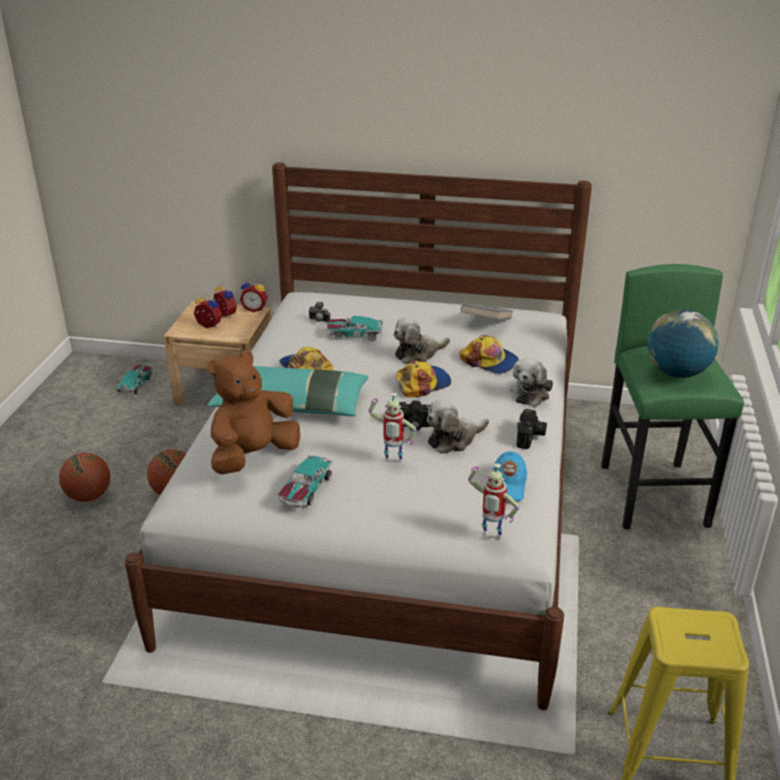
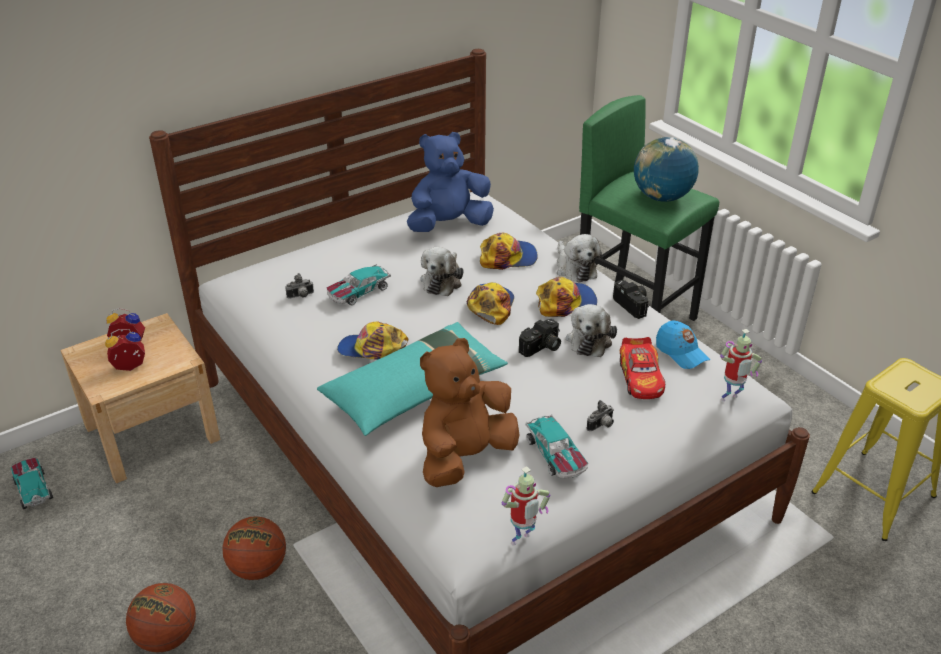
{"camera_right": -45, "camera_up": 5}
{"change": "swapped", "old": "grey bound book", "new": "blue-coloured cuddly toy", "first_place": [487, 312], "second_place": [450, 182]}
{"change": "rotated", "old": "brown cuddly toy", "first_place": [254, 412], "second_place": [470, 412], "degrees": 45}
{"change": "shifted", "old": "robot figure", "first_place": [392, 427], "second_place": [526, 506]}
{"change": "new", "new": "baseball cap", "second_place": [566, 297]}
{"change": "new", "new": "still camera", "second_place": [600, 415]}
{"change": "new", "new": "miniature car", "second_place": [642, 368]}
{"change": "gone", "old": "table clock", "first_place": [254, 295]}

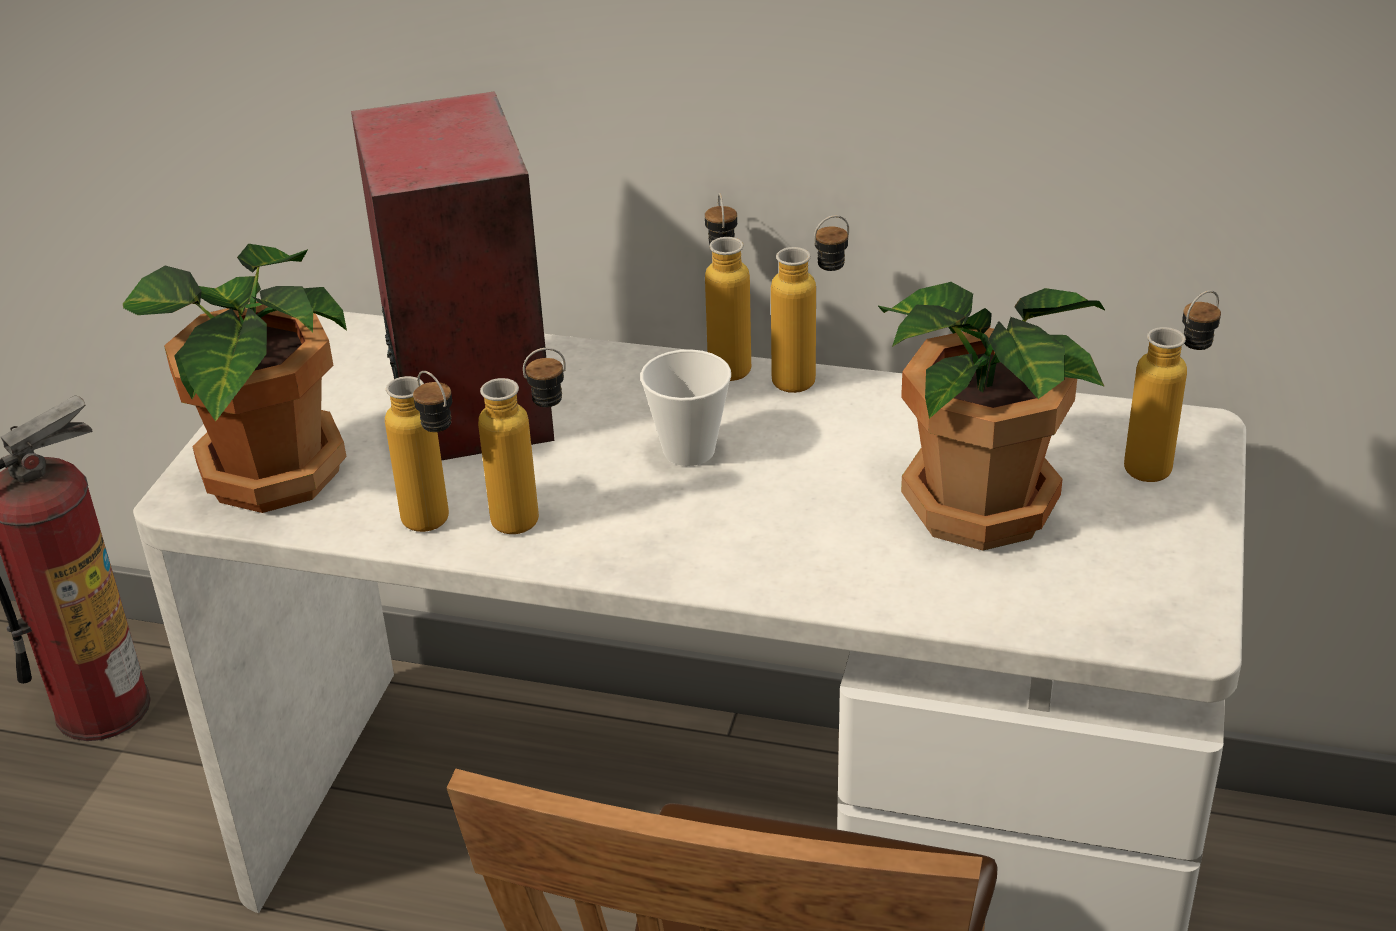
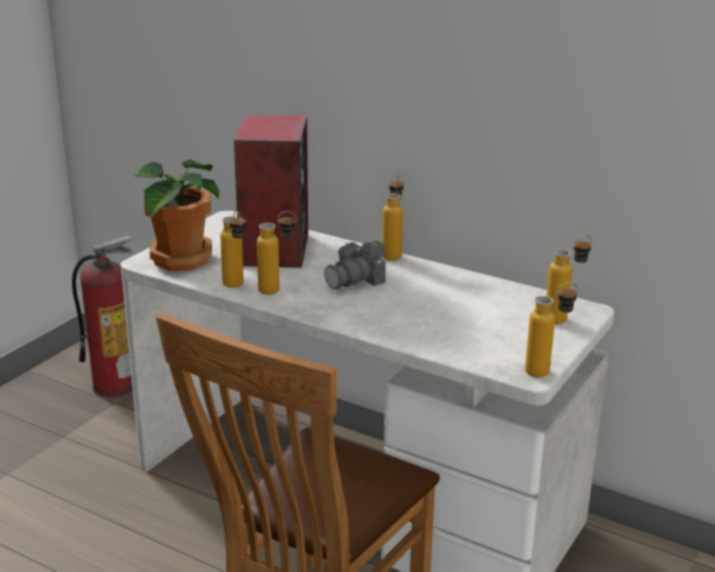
{"camera_right": 15, "camera_up": -10}
{"change": "swapped", "old": "cup", "new": "still camera", "first_place": [685, 407], "second_place": [355, 265]}
{"change": "shifted", "old": "drink bottle", "first_place": [810, 304], "second_place": [551, 329]}
{"change": "gone", "old": "houseplant", "first_place": [991, 416]}

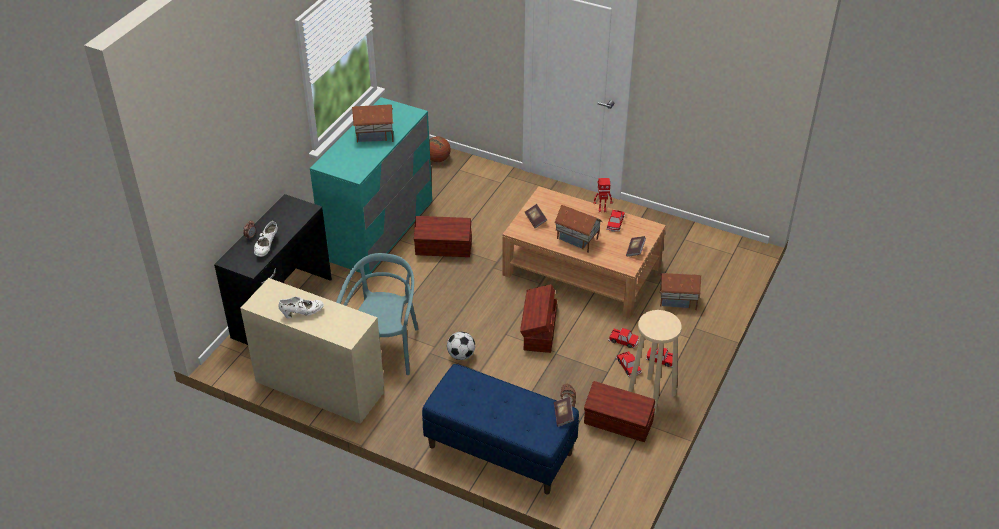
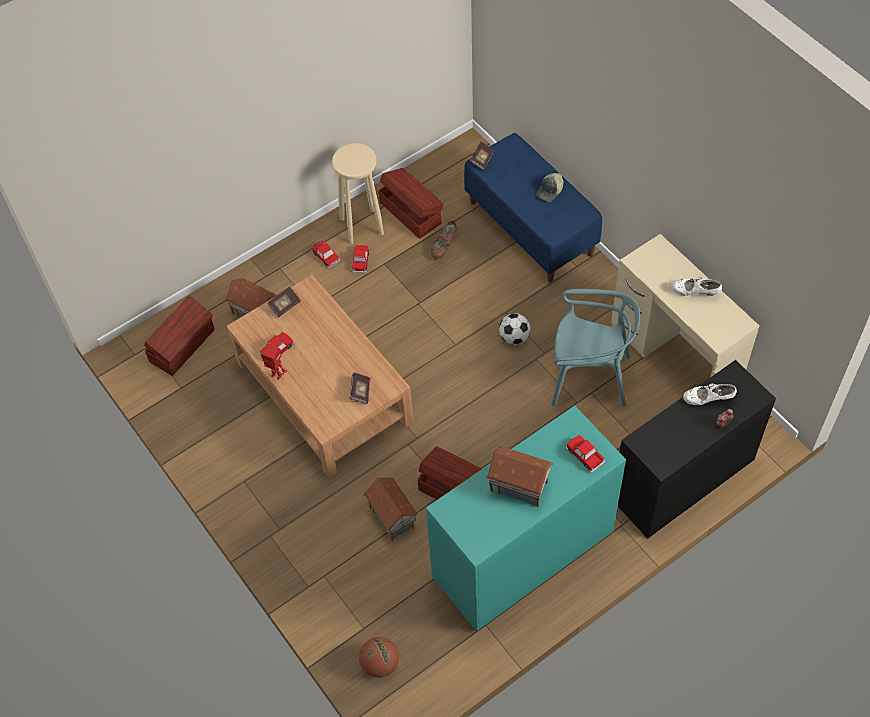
{"camera_right": -150, "camera_up": 15}
{"change": "shifted", "old": "brown storage container", "first_place": [538, 318], "second_place": [179, 335]}
{"change": "shifted", "old": "miniature house", "first_place": [578, 229], "second_place": [390, 509]}
{"change": "new", "new": "baseball cap", "second_place": [550, 187]}
{"change": "rotated", "old": "turquoise-coloured plain chair", "first_place": [377, 314], "second_place": [595, 348], "degrees": -120}
{"change": "shifted", "old": "miniature car", "first_place": [623, 338], "second_place": [585, 454]}
{"change": "rotated", "old": "white-coloured low shoe", "first_place": [266, 239], "second_place": [710, 394], "degrees": -135}

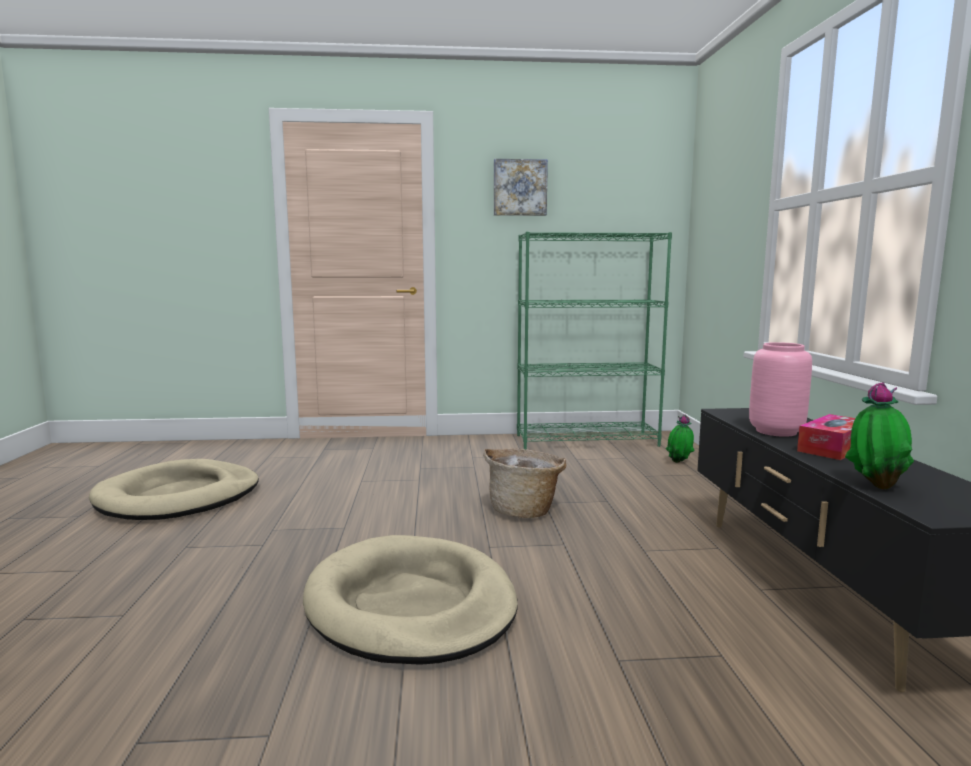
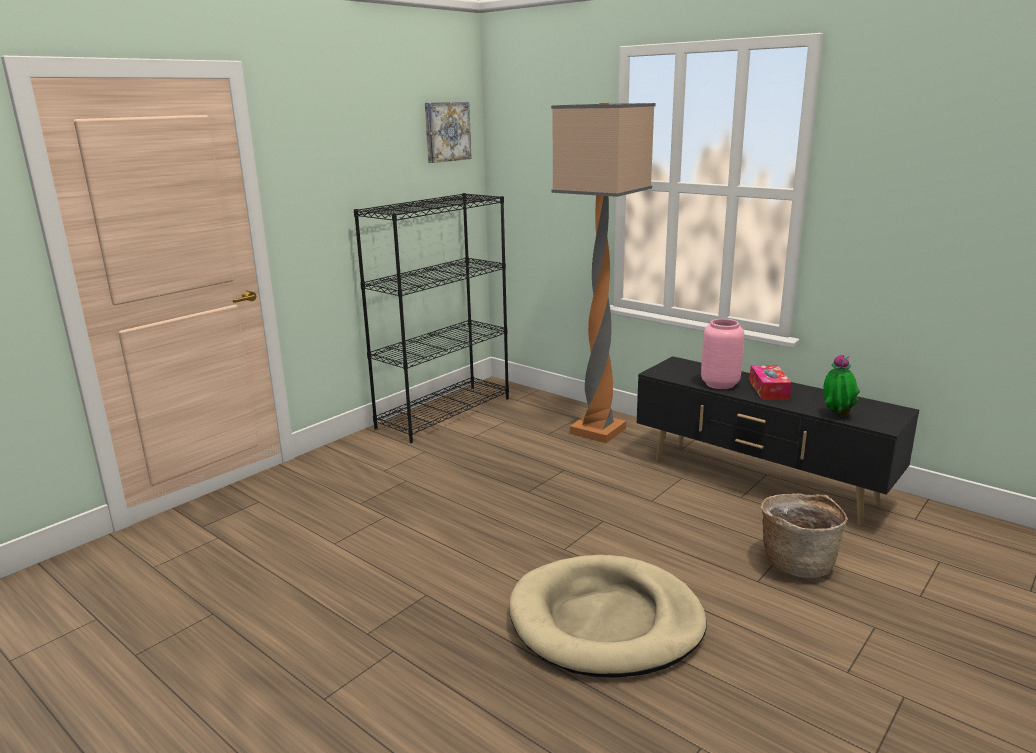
{"camera_right": -45, "camera_up": 10}
{"change": "repainted", "old": "green shelving unit", "new": "black-coloured shelving unit", "first_place": [594, 340], "second_place": [431, 318]}
{"change": "shifted", "old": "wall picture", "first_place": [521, 187], "second_place": [448, 132]}
{"change": "new", "new": "standing lamp", "second_place": [603, 273]}
{"change": "shifted", "old": "storage basket", "first_place": [524, 483], "second_place": [804, 535]}
{"change": "gone", "old": "sand-coloured pet bed", "first_place": [174, 489]}
{"change": "gone", "old": "houseplant", "first_place": [680, 438]}

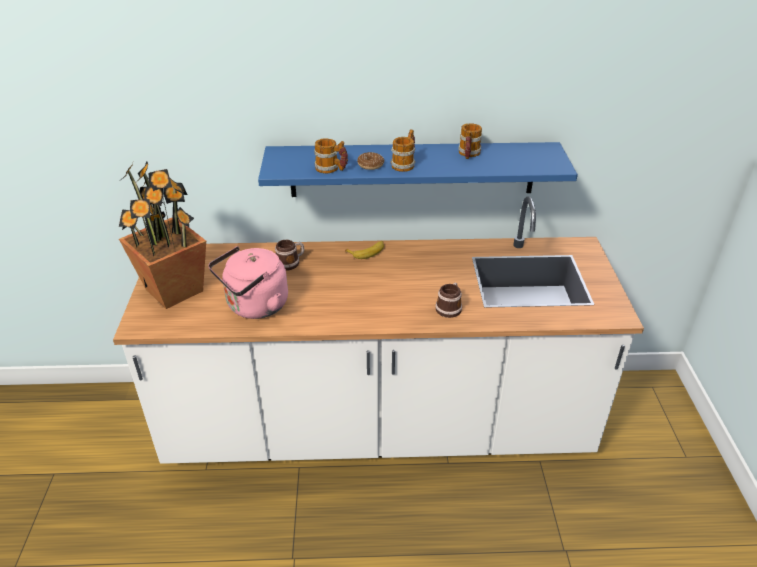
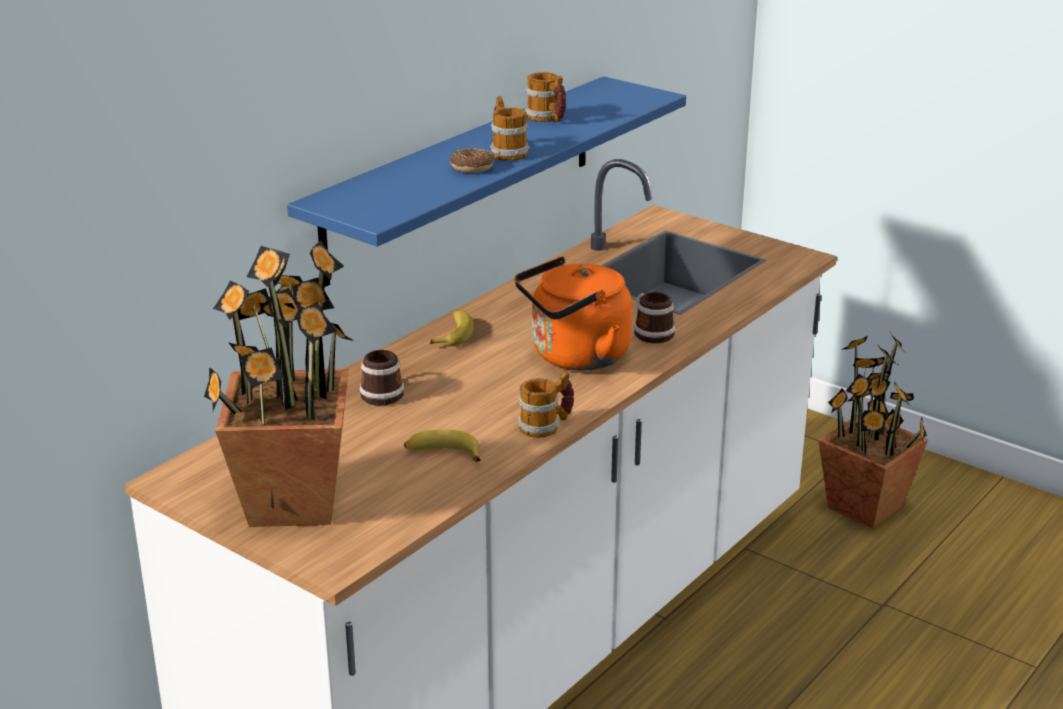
{"camera_right": -50, "camera_up": -10}
{"change": "swapped", "old": "pink-coloured kettle", "new": "whole banana", "first_place": [248, 282], "second_place": [442, 445]}
{"change": "new", "new": "orange kettle", "second_place": [573, 313]}
{"change": "shifted", "old": "mug", "first_place": [331, 156], "second_place": [546, 404]}
{"change": "new", "new": "houseplant", "second_place": [873, 430]}

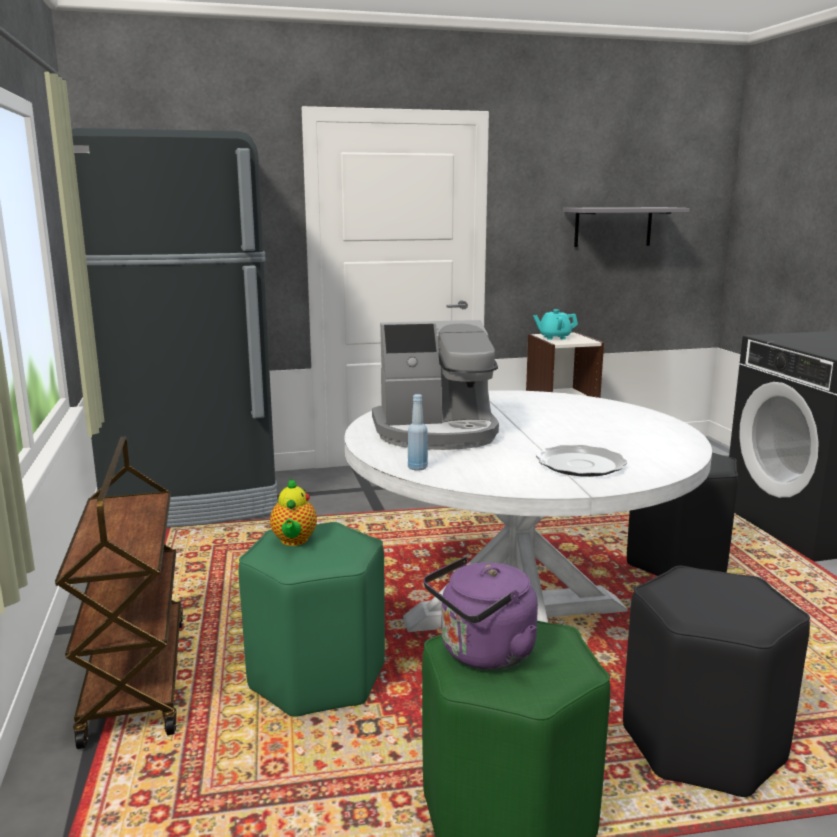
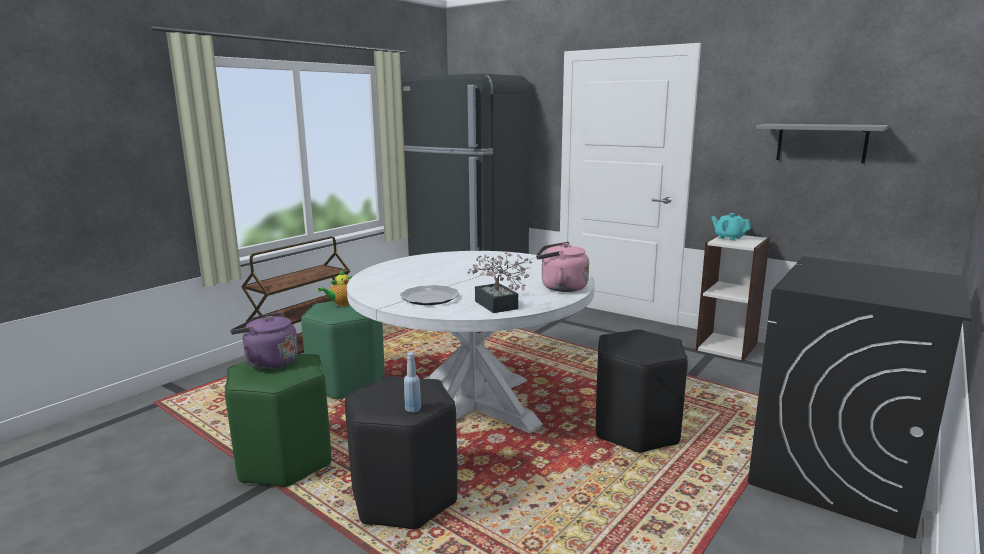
{"camera_right": 50, "camera_up": 0}
{"change": "shifted", "old": "blue-coloured drink bottle", "first_place": [418, 432], "second_place": [412, 382]}
{"change": "new", "new": "houseplant", "second_place": [499, 282]}
{"change": "new", "new": "pink-coloured kettle", "second_place": [562, 267]}
{"change": "gone", "old": "coffee maker", "first_place": [435, 385]}

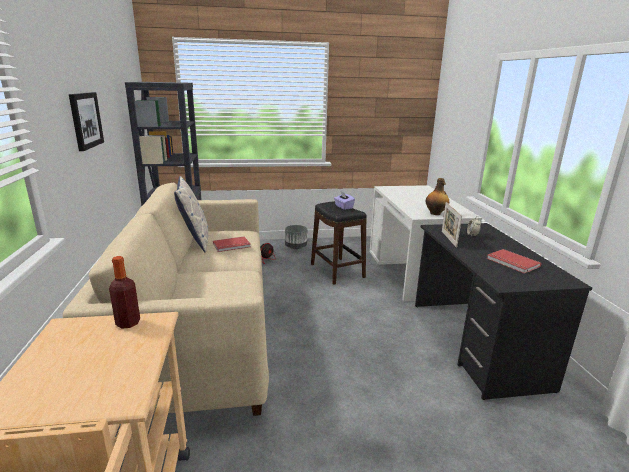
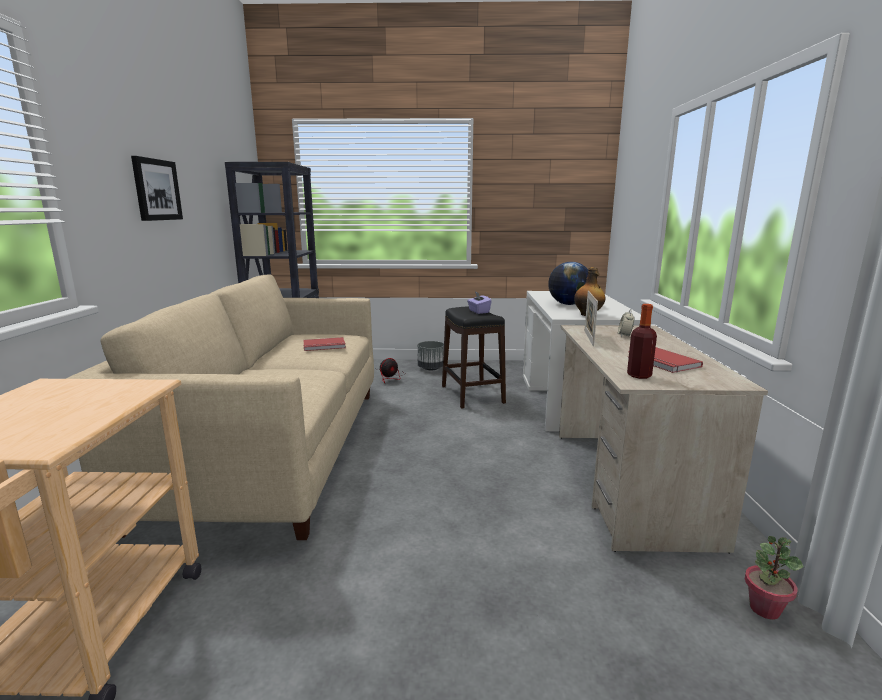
{"camera_right": 10, "camera_up": -5}
{"change": "new", "new": "globe", "second_place": [568, 283]}
{"change": "repainted", "old": "black-coloured desk", "new": "sand-coloured desk", "first_place": [503, 311], "second_place": [663, 439]}
{"change": "shifted", "old": "drink bottle", "first_place": [124, 292], "second_place": [642, 341]}
{"change": "new", "new": "houseplant", "second_place": [774, 578]}
{"change": "gone", "old": "throw pillow", "first_place": [191, 214]}

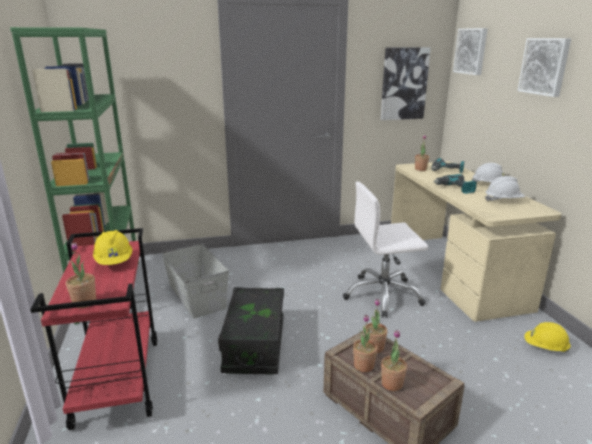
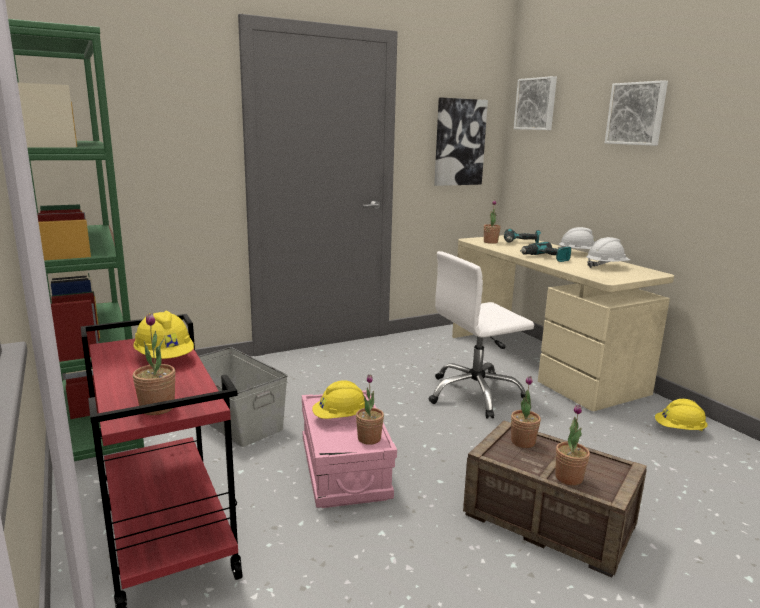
{"camera_right": -15, "camera_up": -5}
{"change": "repainted", "old": "black-coloured storage container", "new": "pink-coloured storage container", "first_place": [251, 331], "second_place": [349, 449]}
{"change": "new", "new": "yellow safety helmet", "second_place": [338, 399]}
{"change": "shifted", "old": "houseplant", "first_place": [365, 343], "second_place": [370, 409]}

